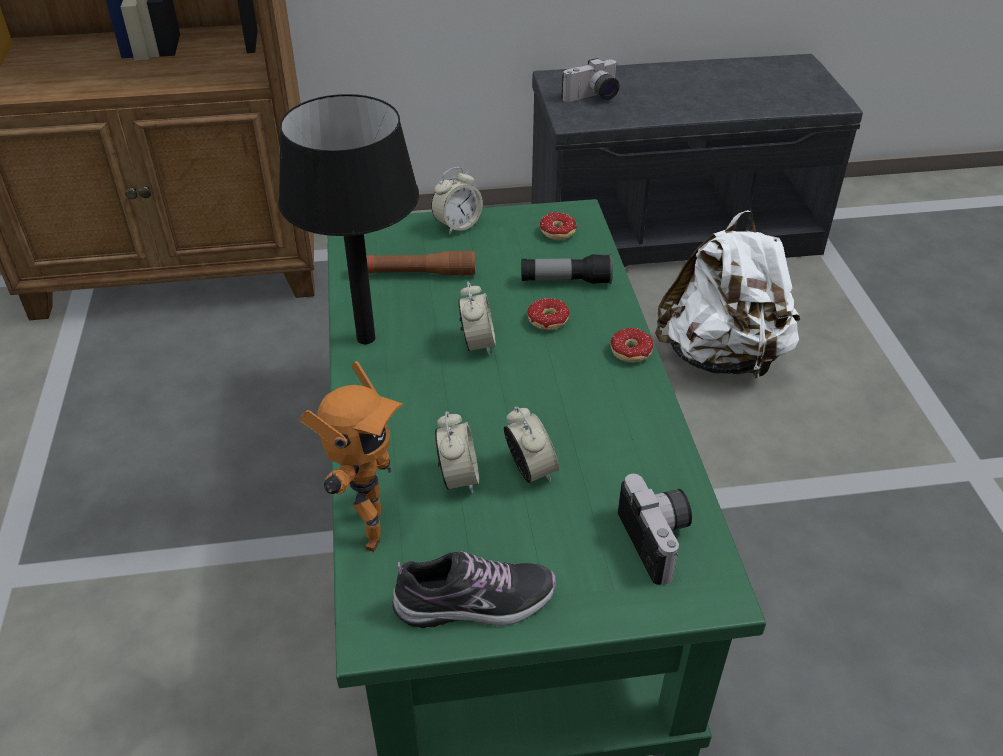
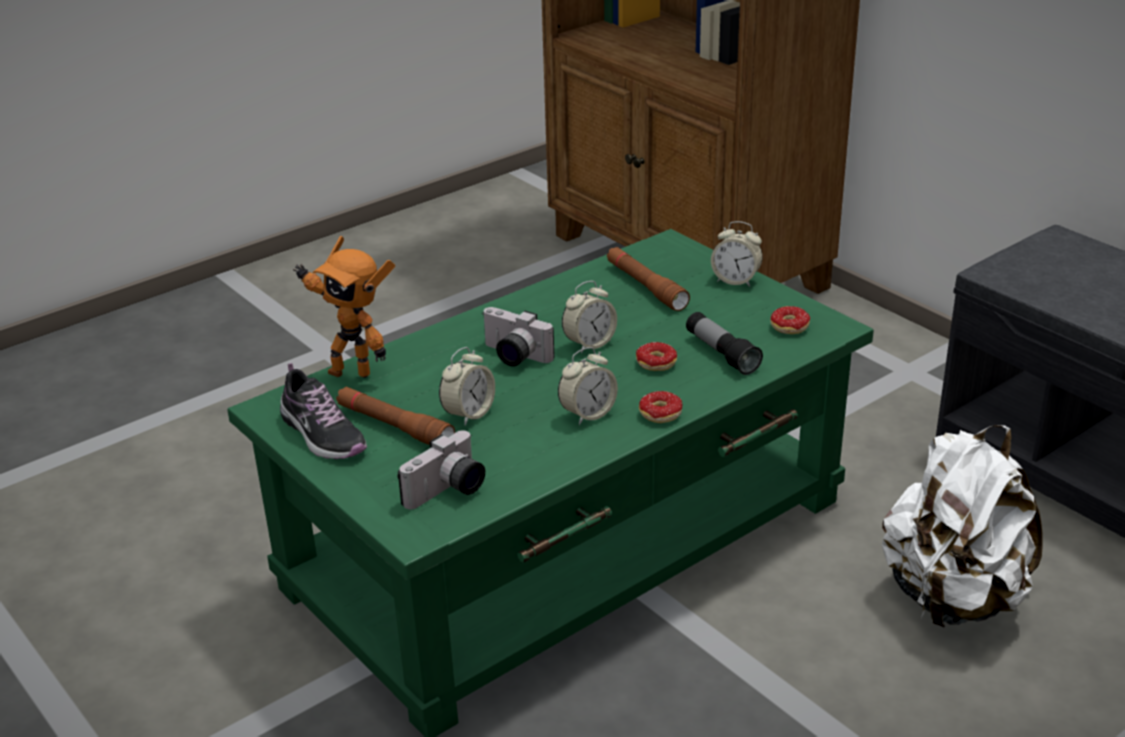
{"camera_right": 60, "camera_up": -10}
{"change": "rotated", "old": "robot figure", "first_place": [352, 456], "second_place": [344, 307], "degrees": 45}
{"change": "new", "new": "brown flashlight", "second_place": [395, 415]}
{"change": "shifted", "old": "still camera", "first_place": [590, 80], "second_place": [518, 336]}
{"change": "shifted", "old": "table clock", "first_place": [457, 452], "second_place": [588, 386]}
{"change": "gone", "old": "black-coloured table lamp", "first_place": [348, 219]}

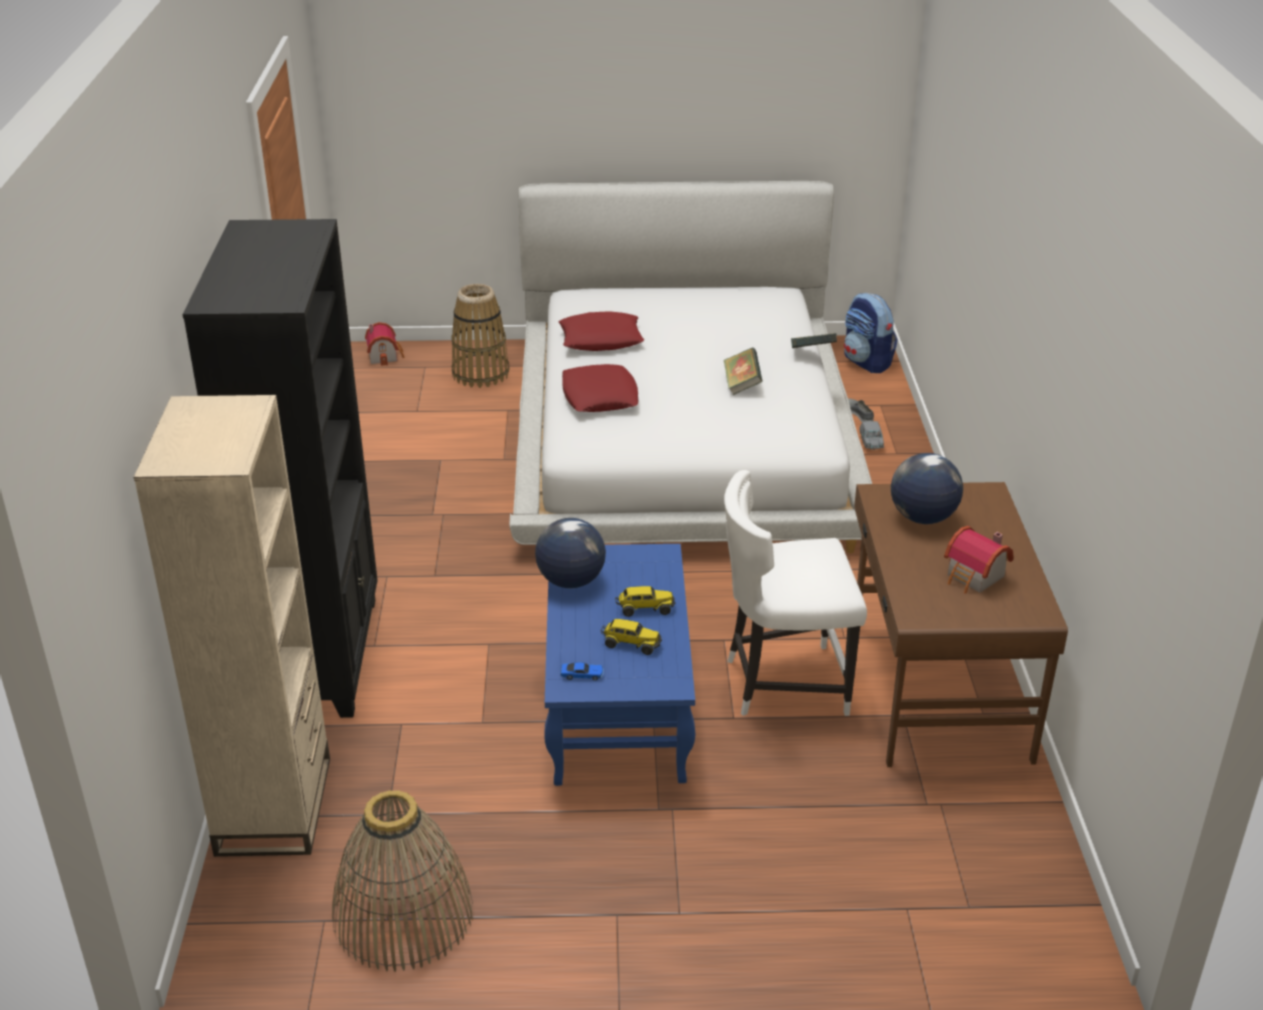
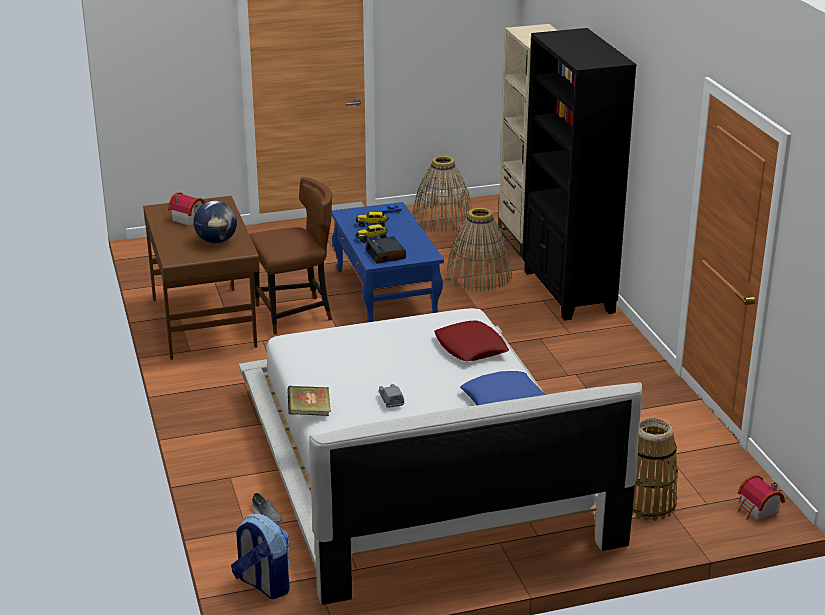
{"camera_right": 165, "camera_up": -5}
{"change": "repainted", "old": "white-coloured plain chair", "new": "brown plain chair", "first_place": [795, 593], "second_place": [291, 256]}
{"change": "new", "new": "table clock", "second_place": [386, 250]}
{"change": "shifted", "old": "grey miniature car", "first_place": [871, 435], "second_place": [391, 396]}
{"change": "new", "new": "storage basket", "second_place": [479, 250]}
{"change": "repainted", "old": "red throw pillow", "new": "blue-coloured throw pillow", "first_place": [601, 331], "second_place": [503, 388]}
{"change": "gone", "old": "globe", "first_place": [570, 553]}
{"change": "gone", "old": "bound book", "first_place": [742, 371]}

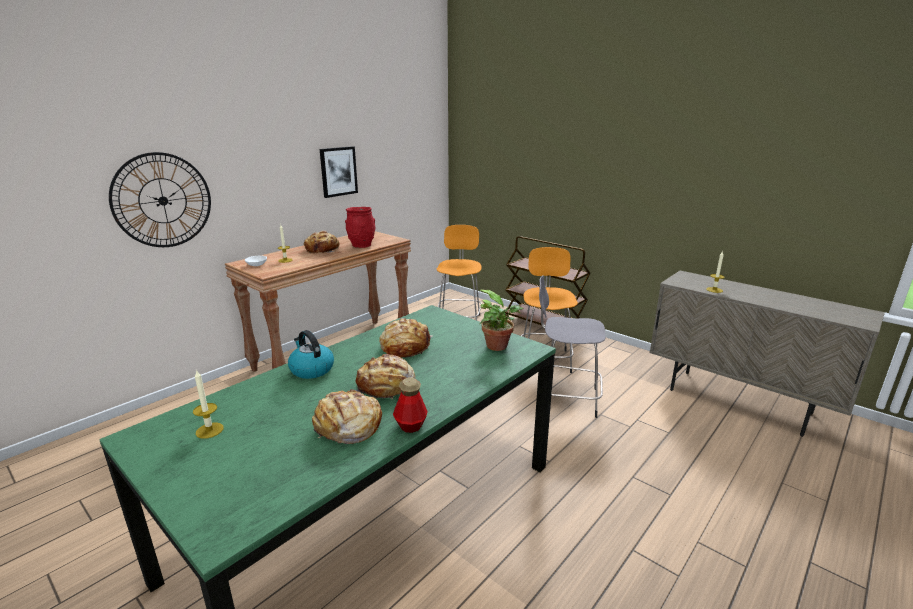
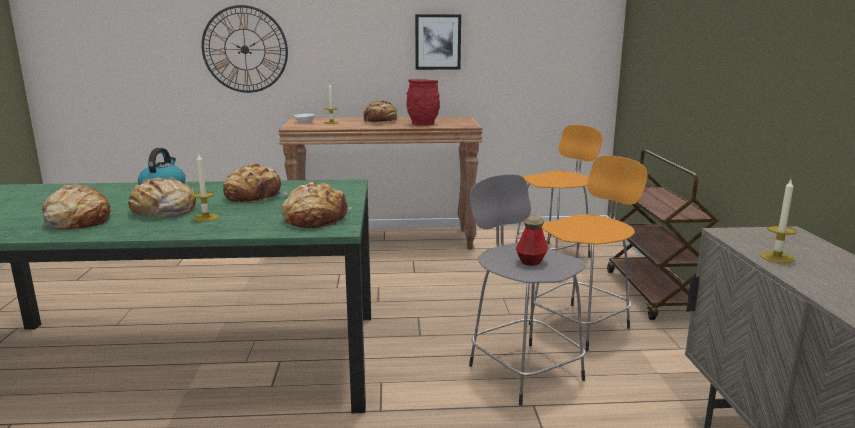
{"camera_right": 45, "camera_up": -5}
{"change": "shifted", "old": "wax candle", "first_place": [208, 404], "second_place": [205, 188]}
{"change": "swapped", "old": "houseplant", "new": "bread", "first_place": [501, 320], "second_place": [316, 205]}
{"change": "shifted", "old": "drink bottle", "first_place": [410, 405], "second_place": [532, 241]}

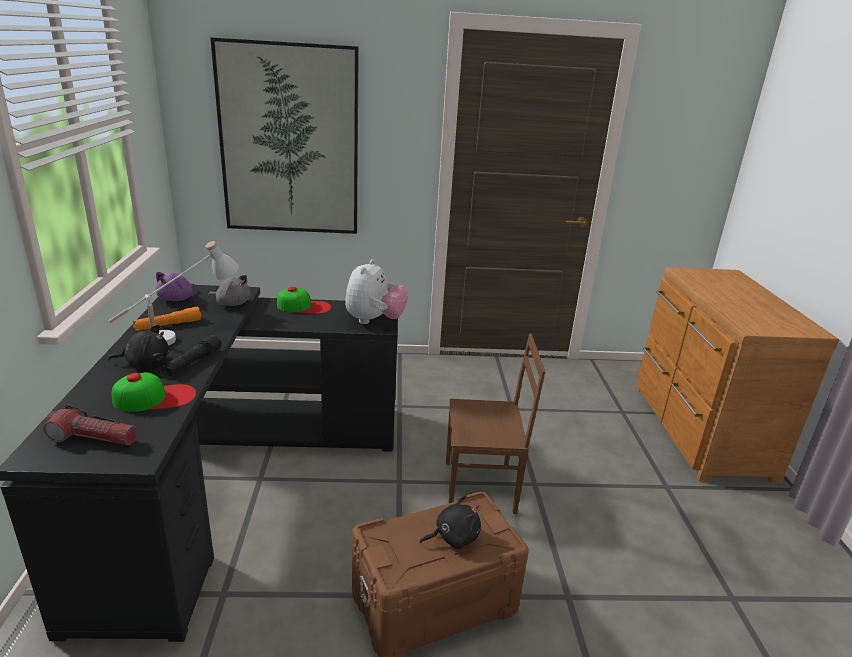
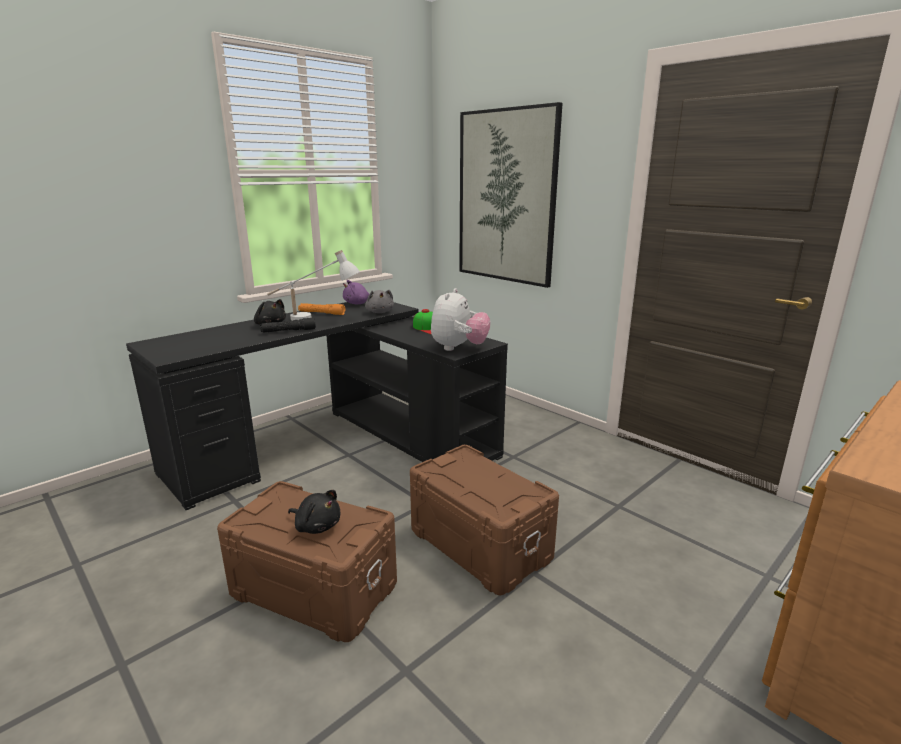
{"camera_right": 50, "camera_up": -5}
{"change": "swapped", "old": "brown plain chair", "new": "brown storage container", "first_place": [495, 423], "second_place": [484, 520]}
{"change": "rotated", "old": "cuddly toy", "first_place": [376, 291], "second_place": [461, 319], "degrees": -45}
{"change": "gone", "old": "flashlight", "first_place": [90, 425]}
{"change": "gone", "old": "baseball cap", "first_place": [154, 392]}

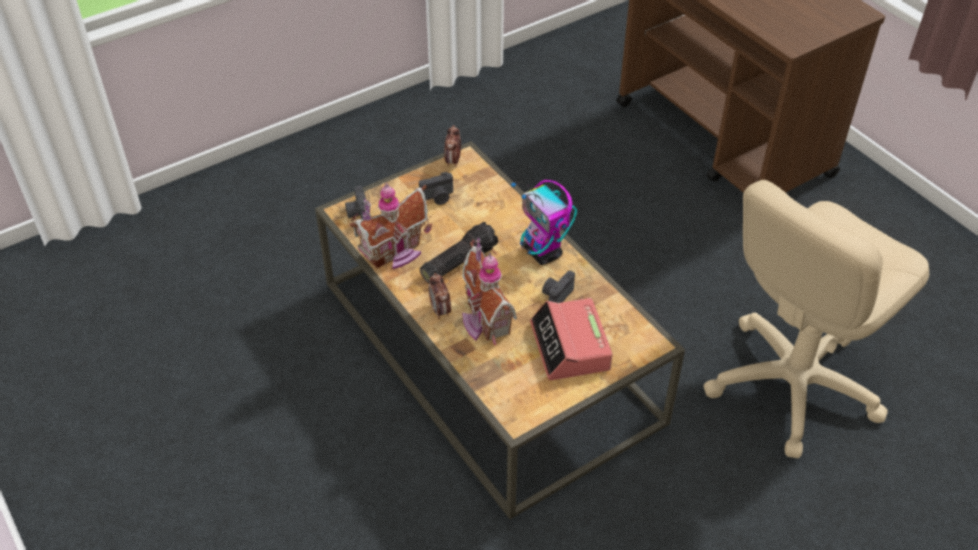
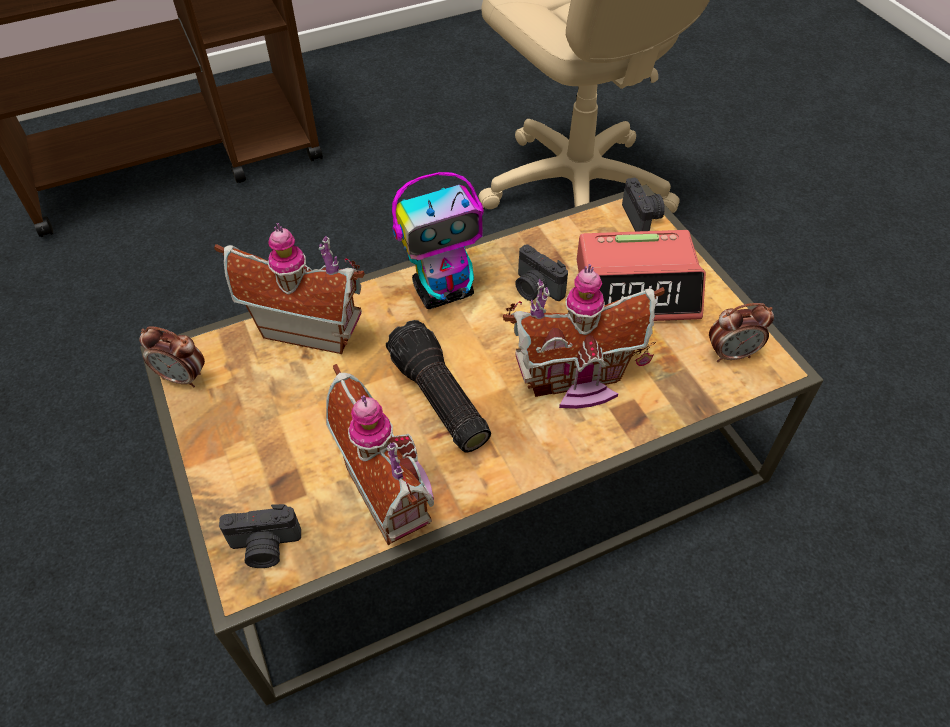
{"camera_right": -80, "camera_up": 5}
{"change": "new", "new": "miniature house", "second_place": [289, 288]}
{"change": "shifted", "old": "still camera", "first_place": [436, 188], "second_place": [643, 205]}
{"change": "shifted", "old": "table clock", "first_place": [439, 296], "second_place": [741, 332]}

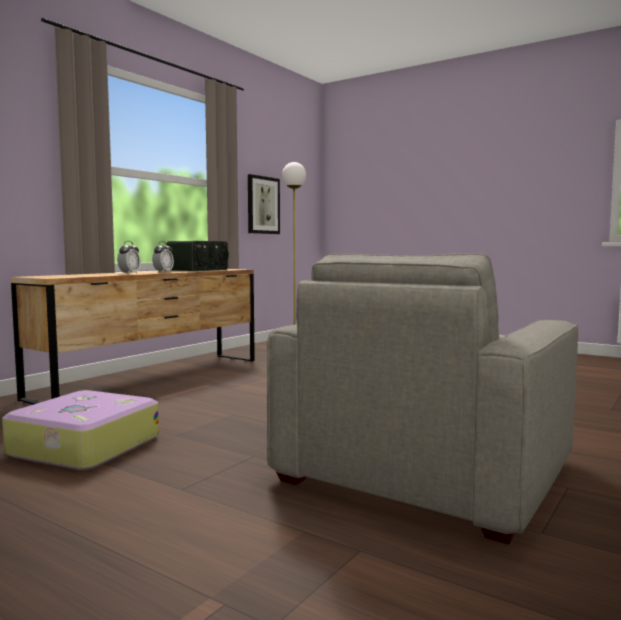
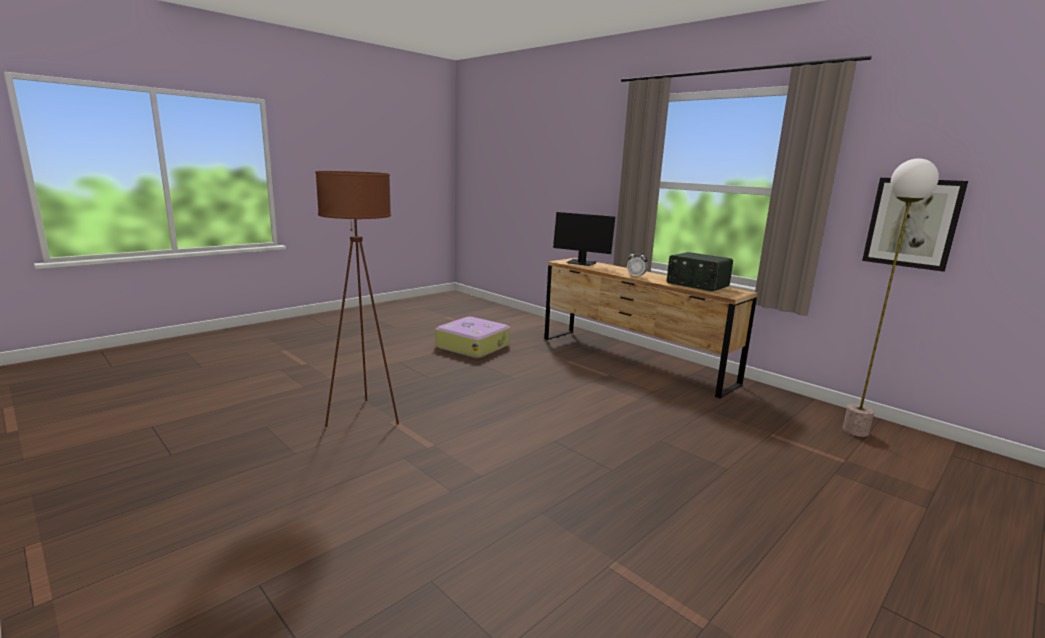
{"camera_right": 100, "camera_up": 10}
{"change": "swapped", "old": "grey easy chair", "new": "brown standing lamp", "first_place": [422, 398], "second_place": [357, 299]}
{"change": "new", "new": "computer display", "second_place": [584, 239]}
{"change": "gone", "old": "table clock", "first_place": [129, 257]}

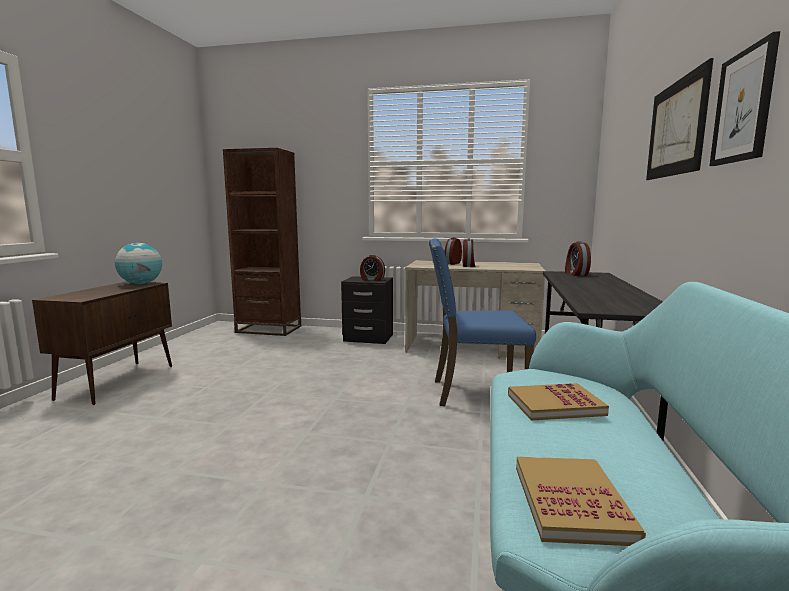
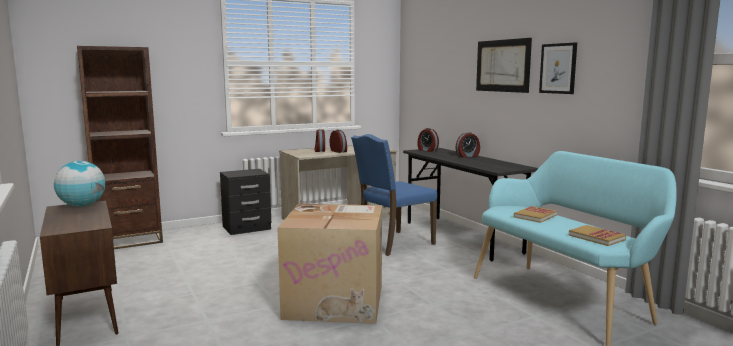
{"camera_right": -40, "camera_up": 0}
{"change": "new", "new": "carton", "second_place": [330, 264]}
{"change": "shifted", "old": "table clock", "first_place": [372, 268], "second_place": [468, 145]}

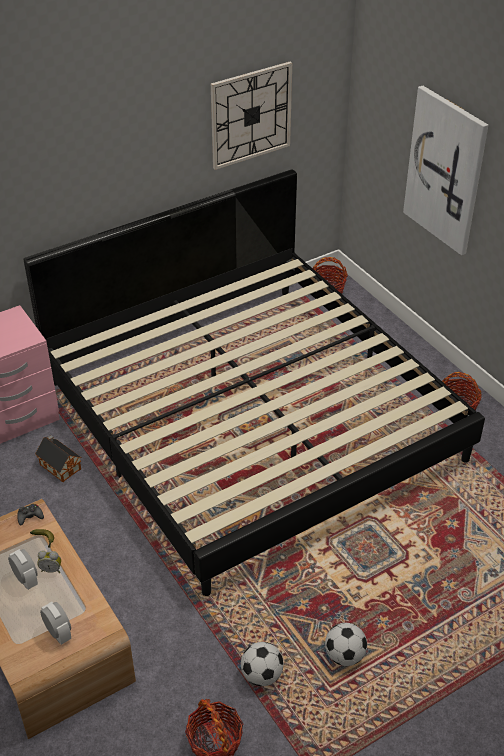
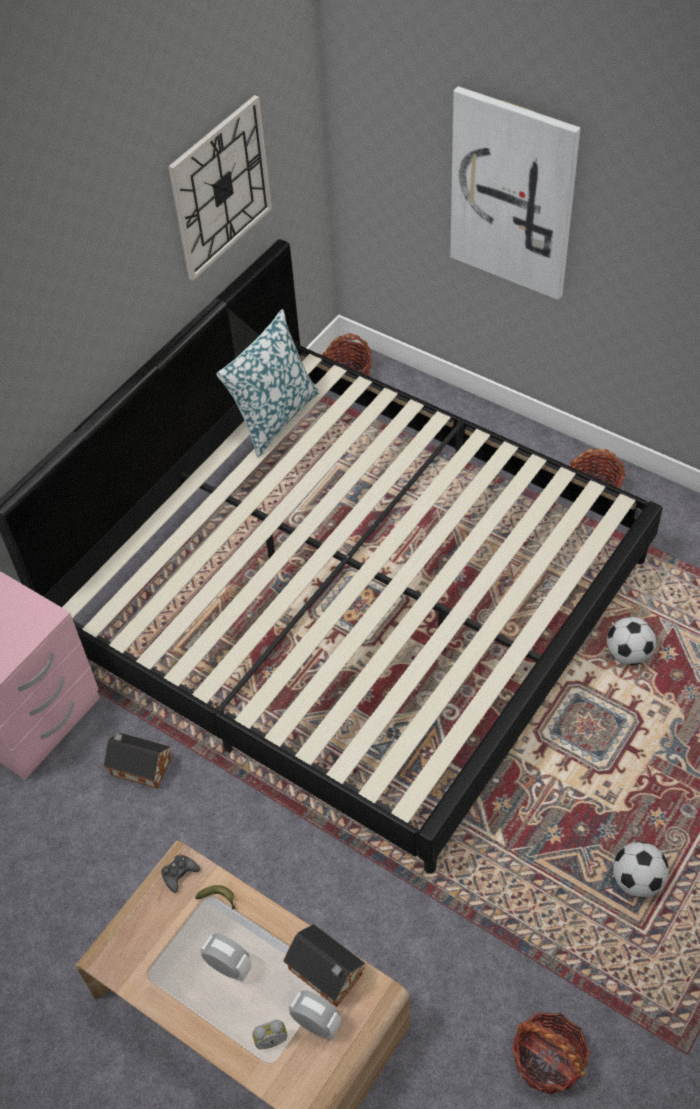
{"camera_right": -20, "camera_up": 10}
{"change": "new", "new": "throw pillow", "second_place": [268, 383]}
{"change": "shifted", "old": "table clock", "first_place": [49, 561], "second_place": [269, 1035]}
{"change": "new", "new": "miniature house", "second_place": [324, 965]}
{"change": "shifted", "old": "ball for football", "first_place": [262, 664], "second_place": [631, 641]}

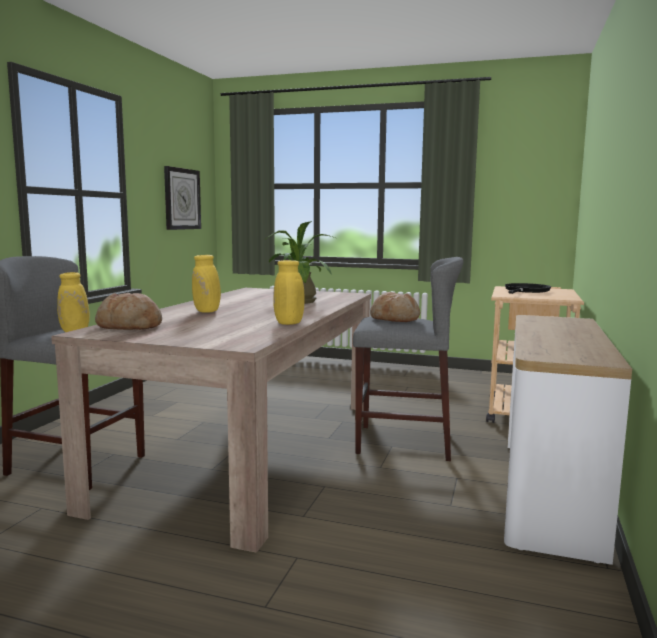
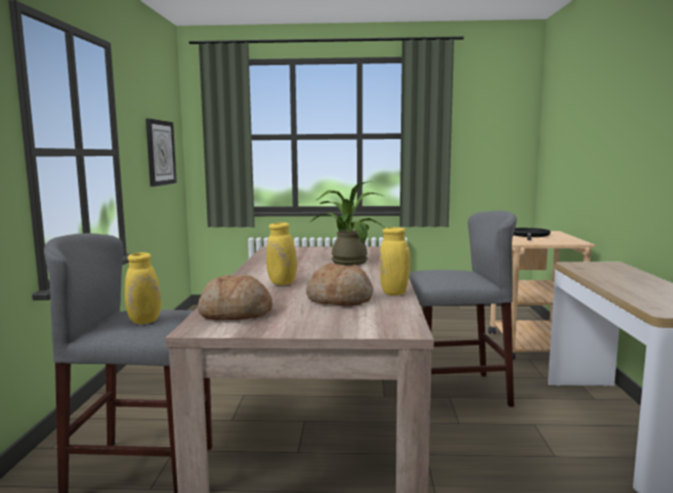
{"camera_right": -15, "camera_up": 0}
{"change": "shifted", "old": "bread", "first_place": [395, 307], "second_place": [339, 284]}

